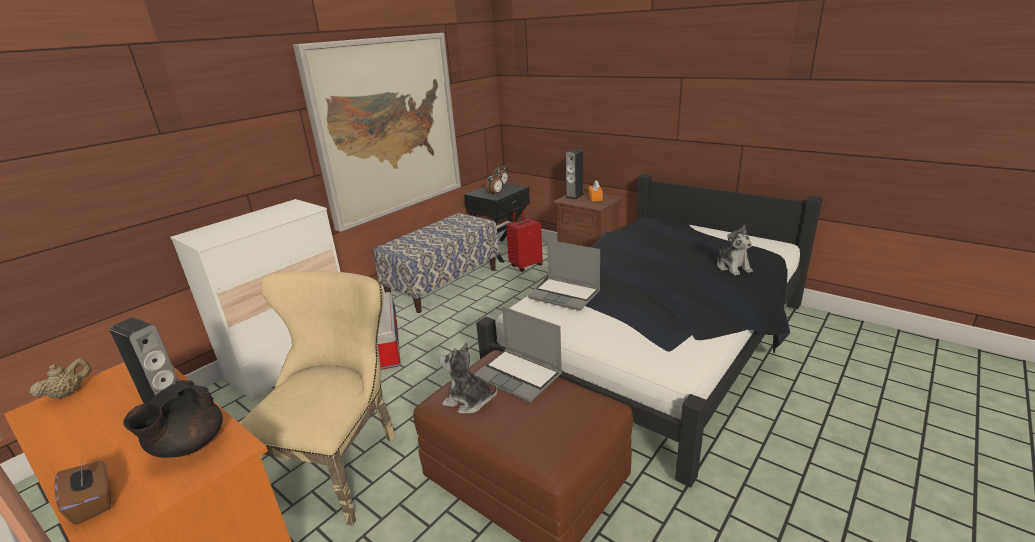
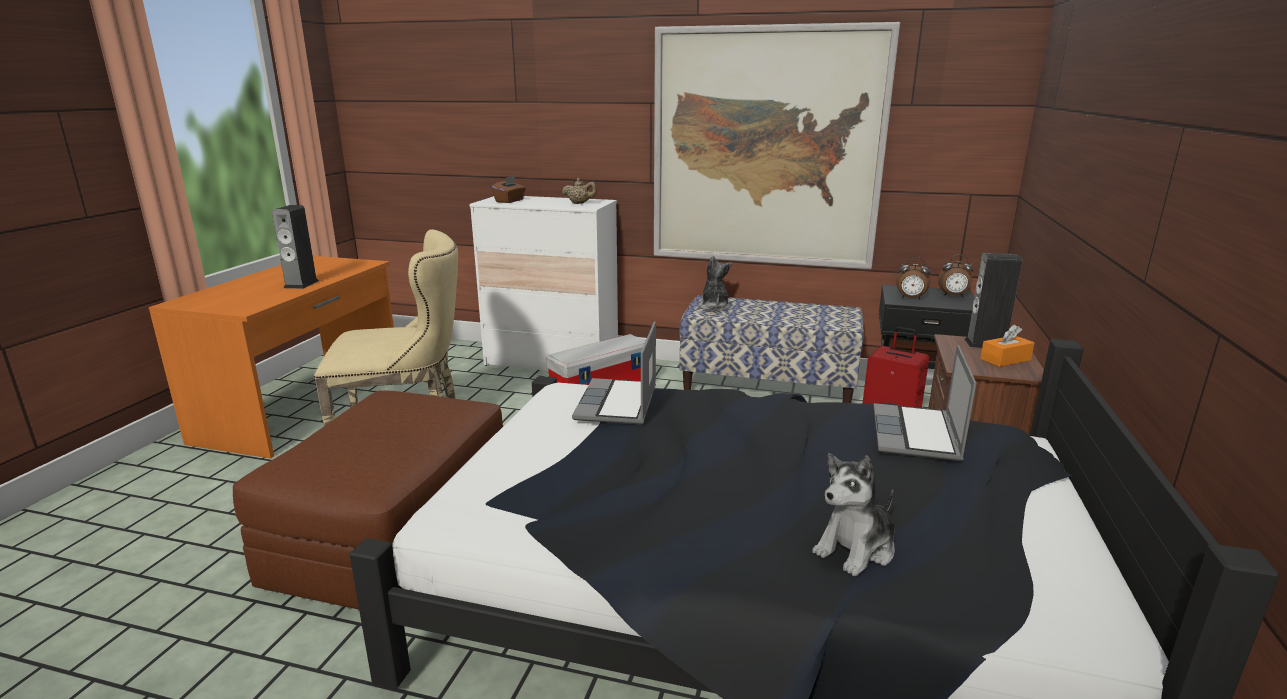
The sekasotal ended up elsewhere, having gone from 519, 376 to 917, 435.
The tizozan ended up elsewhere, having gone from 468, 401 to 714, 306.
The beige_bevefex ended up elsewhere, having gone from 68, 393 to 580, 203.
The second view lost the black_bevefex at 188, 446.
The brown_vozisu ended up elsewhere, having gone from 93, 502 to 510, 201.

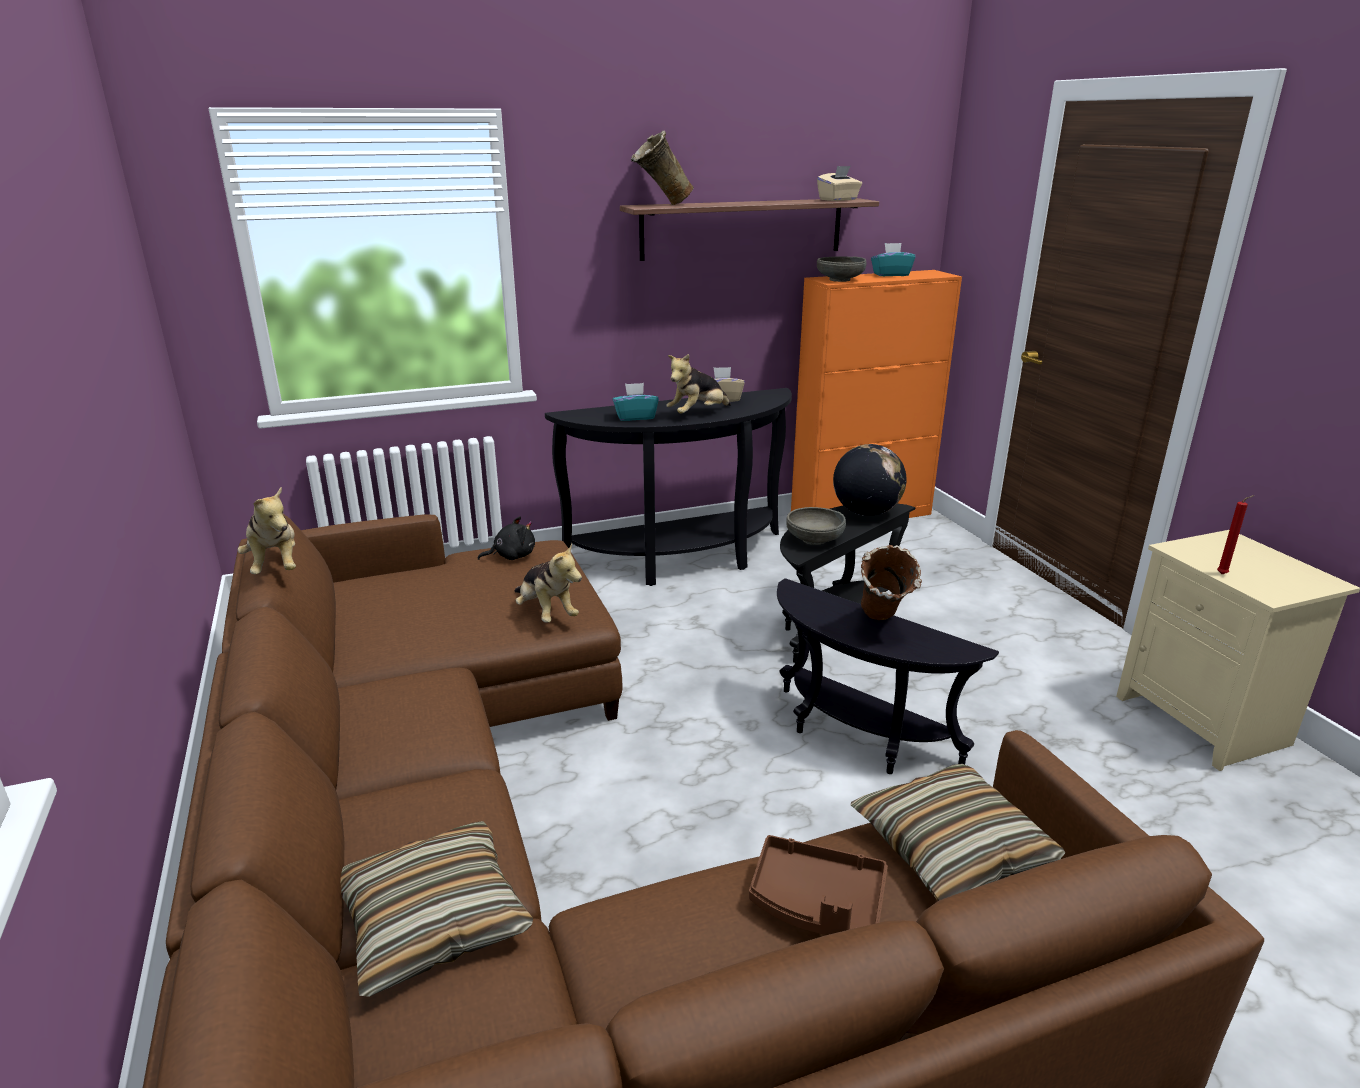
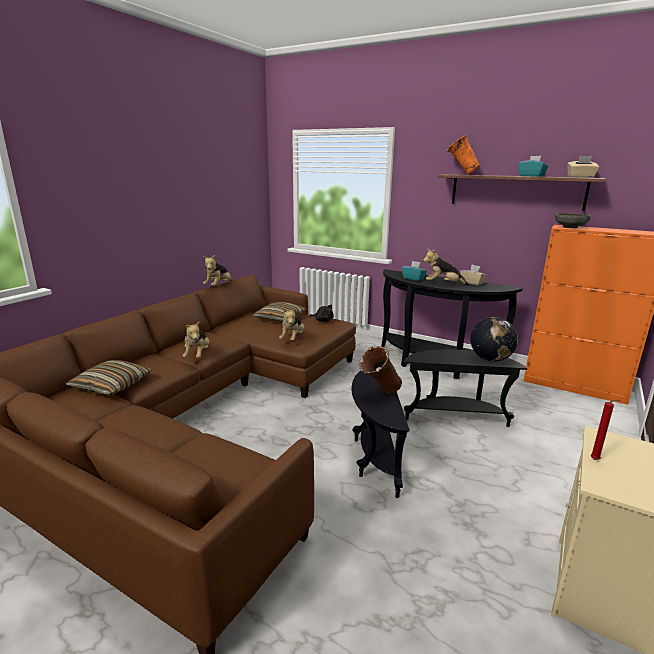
What was the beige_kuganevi at 661, 205 turned into the orange_kuganevi at 460, 174.
The turquoise_vozisu ended up elsewhere, having gone from 891, 274 to 531, 176.
The second view lost the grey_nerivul at 814, 540.
The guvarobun ended up elsewhere, having gone from 951, 848 to 280, 318.
The second view lost the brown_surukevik at 817, 903.
The second view gained the tizozan at 198, 355.

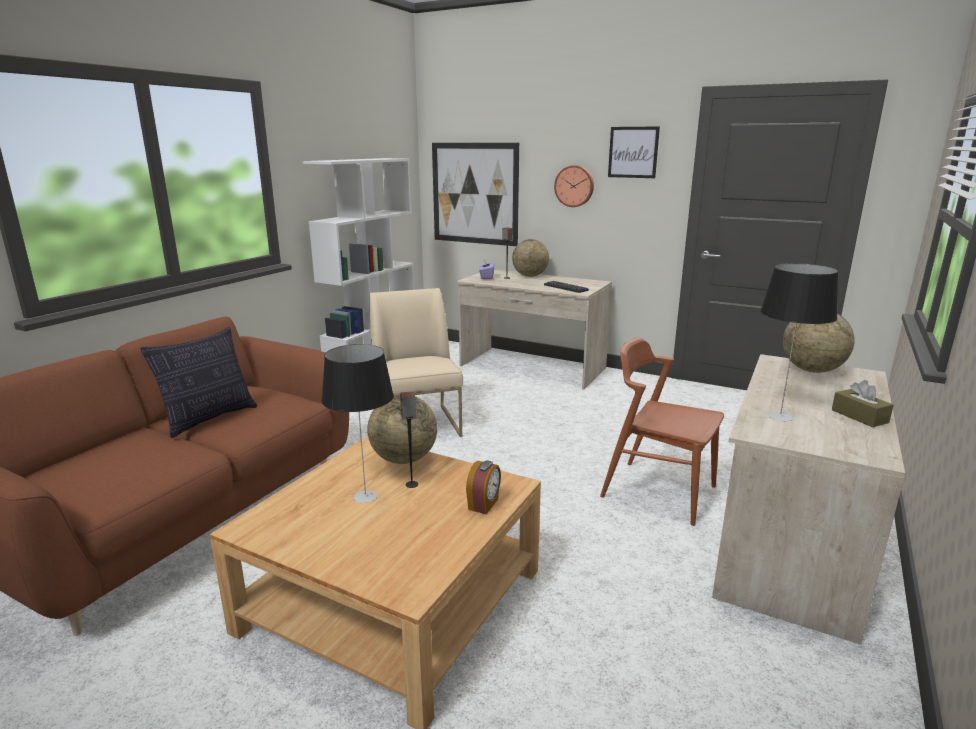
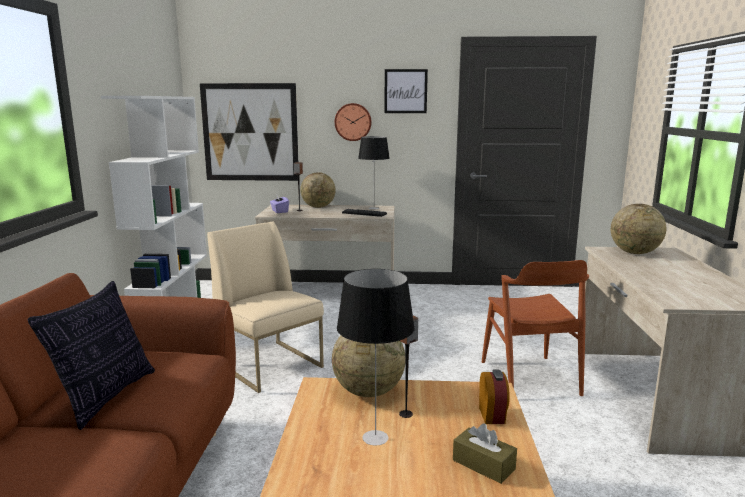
The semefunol ended up elsewhere, having gone from 779, 416 to 373, 208.
The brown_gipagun at 658, 491 ended up facing another way, 105 degrees counterclockwise from before.
The brown_vozisu ended up elsewhere, having gone from 859, 416 to 483, 465.

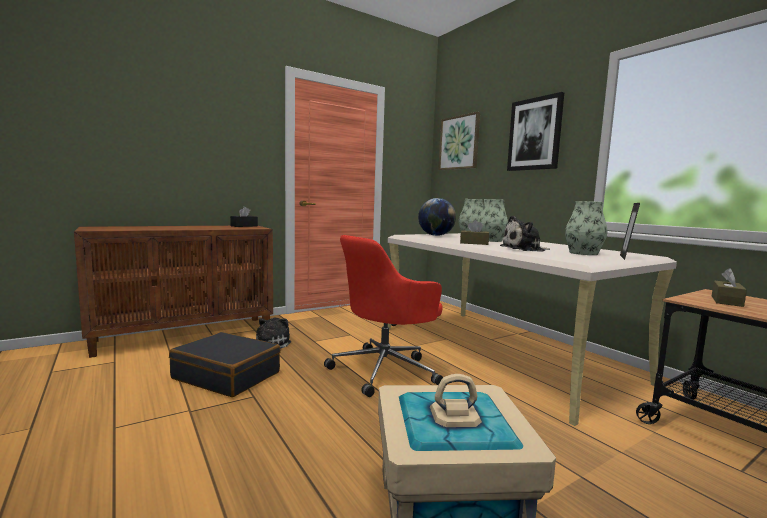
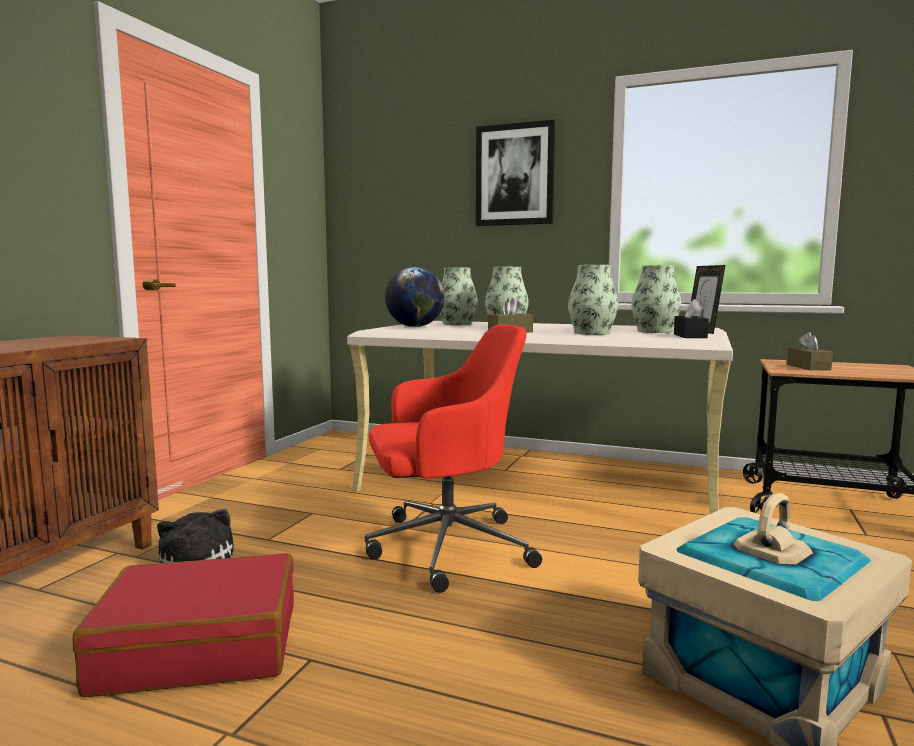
The second view lost the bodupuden at 459, 143.
The black_vozisu ended up elsewhere, having gone from 244, 226 to 690, 336.
Where the tizozan stood at 524, 249, the kuganevi came to stand at 592, 333.
The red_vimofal at 385, 370 ended up facing another way, 120 degrees counterclockwise from before.
What was the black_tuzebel at 227, 375 turned into the red_tuzebel at 200, 646.

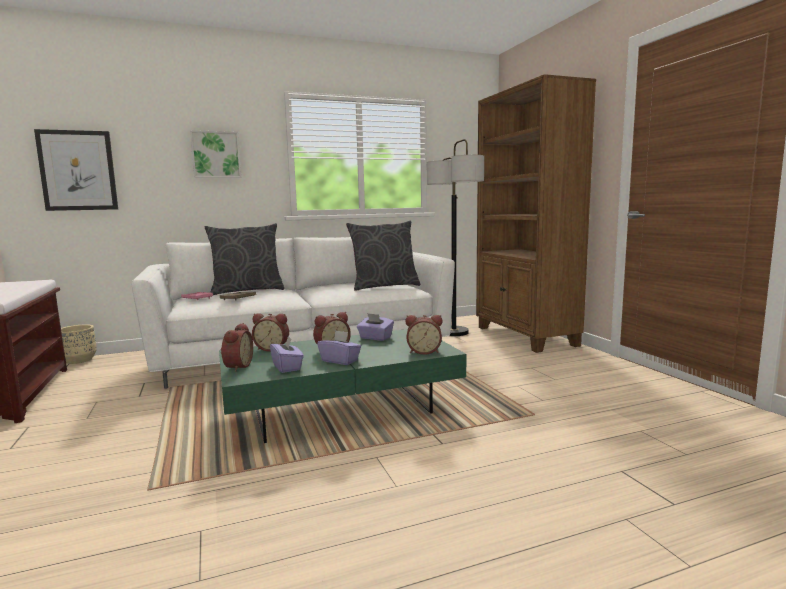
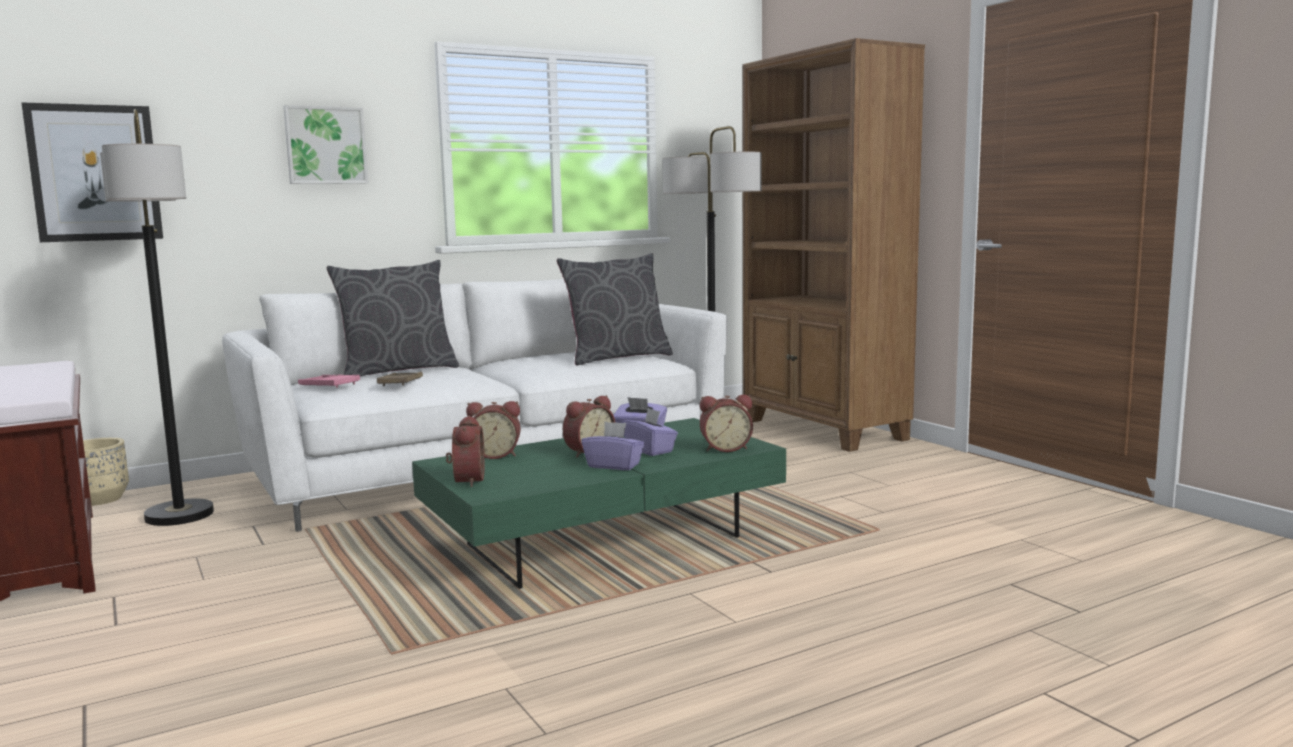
The purple_vozisu ended up elsewhere, having gone from 287, 367 to 650, 450.
The second view gained the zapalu at 180, 515.

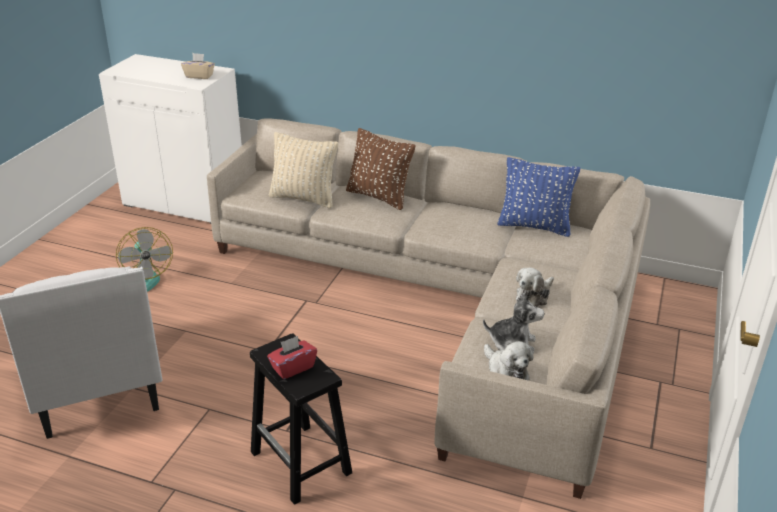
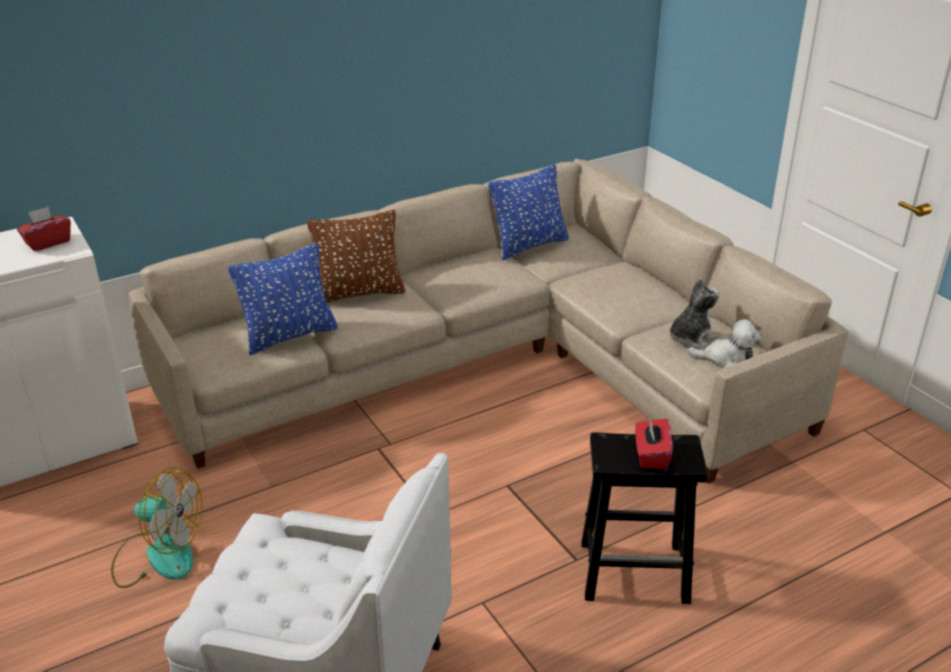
What was the beige_vozisu at 199, 76 turned into the red_vozisu at 48, 243.
What was the beige_guvarobun at 303, 198 turned into the blue_guvarobun at 289, 336.
The second view lost the tizozan at 533, 296.

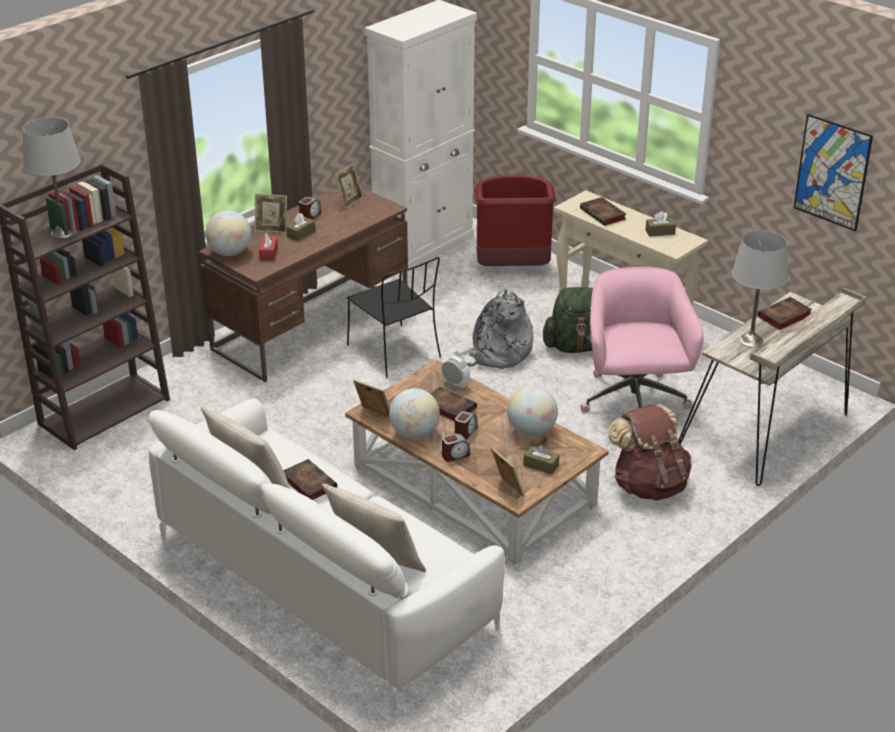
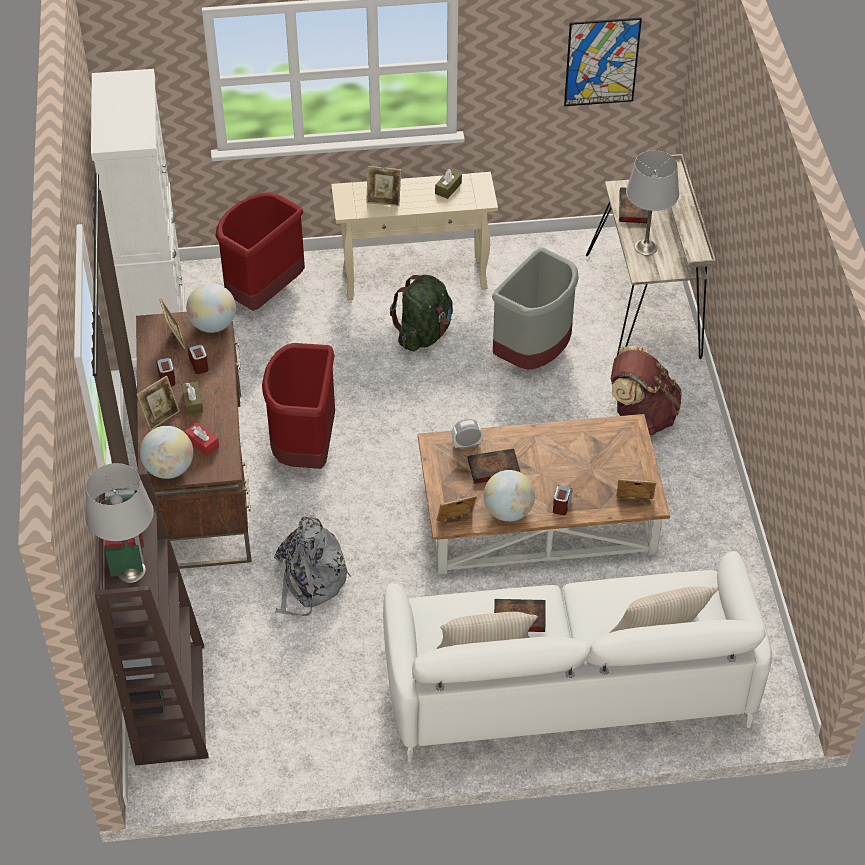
Where the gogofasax stood at 604, 214, the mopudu came to stand at 384, 200.
Where the black_gipagun stood at 395, 352, the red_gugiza came to stand at 304, 448.
Where the pink_vimofal stood at 634, 403, the grey_gugiza came to stand at 534, 353.
The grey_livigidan ended up elsewhere, having gone from 497, 354 to 309, 582.
The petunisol ended up elsewhere, having gone from 531, 431 to 213, 325.
The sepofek ended up elsewhere, having gone from 465, 432 to 199, 364.
The second view lost the brown_vozisu at 541, 465.

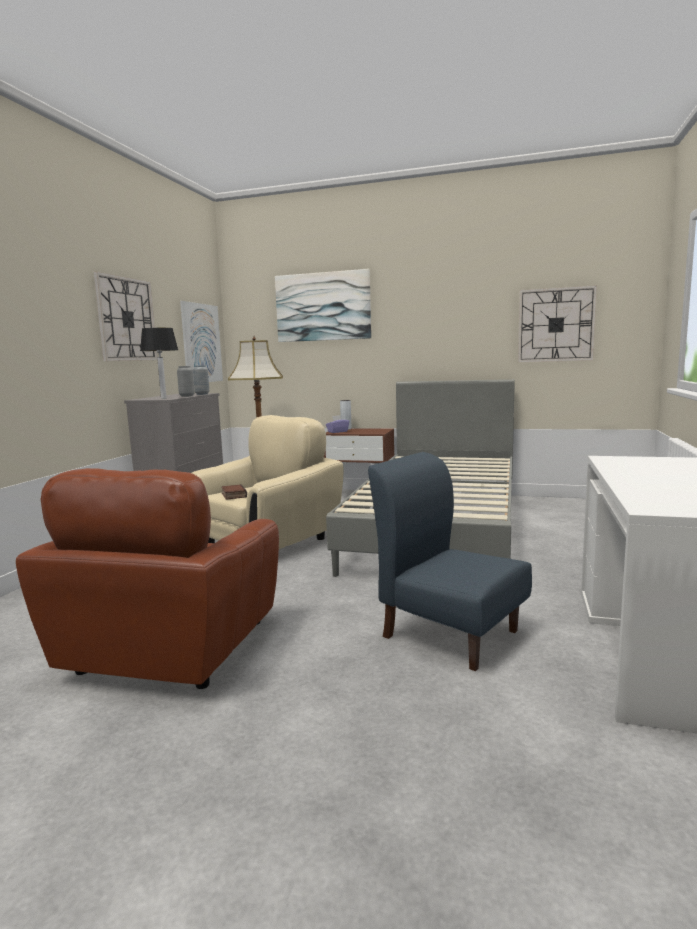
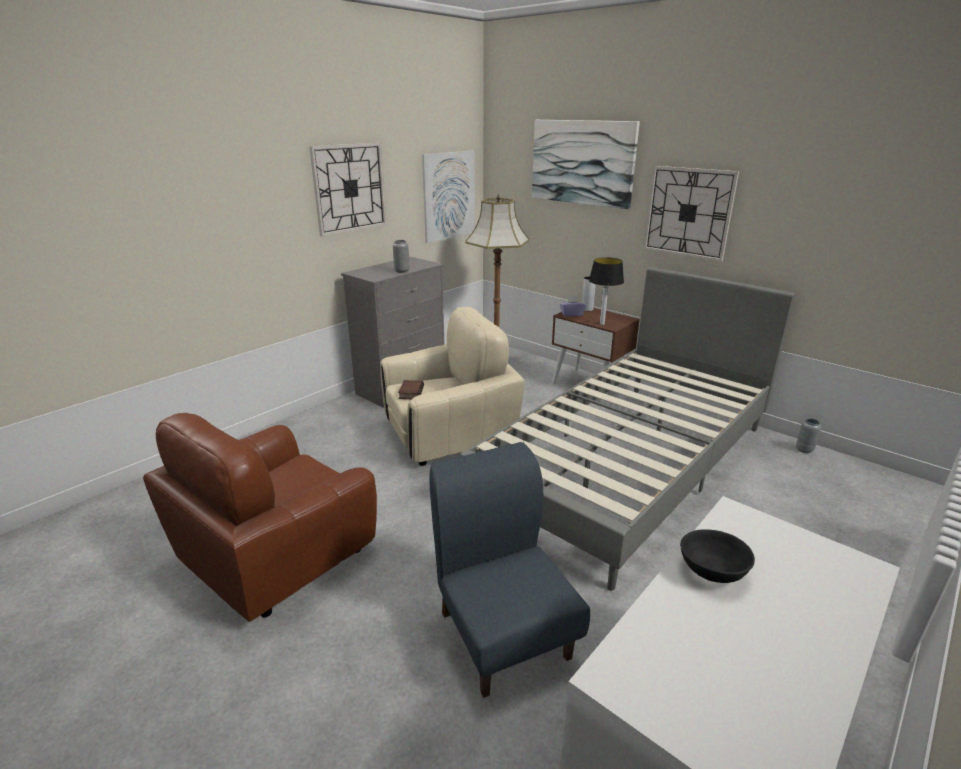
The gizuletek ended up elsewhere, having gone from 556, 325 to 688, 212.
The semefunol ended up elsewhere, having gone from 163, 398 to 602, 324.
The grey_kuganevi ended up elsewhere, having gone from 202, 394 to 804, 449.
The second view gained the black_nerivul at 713, 572.

